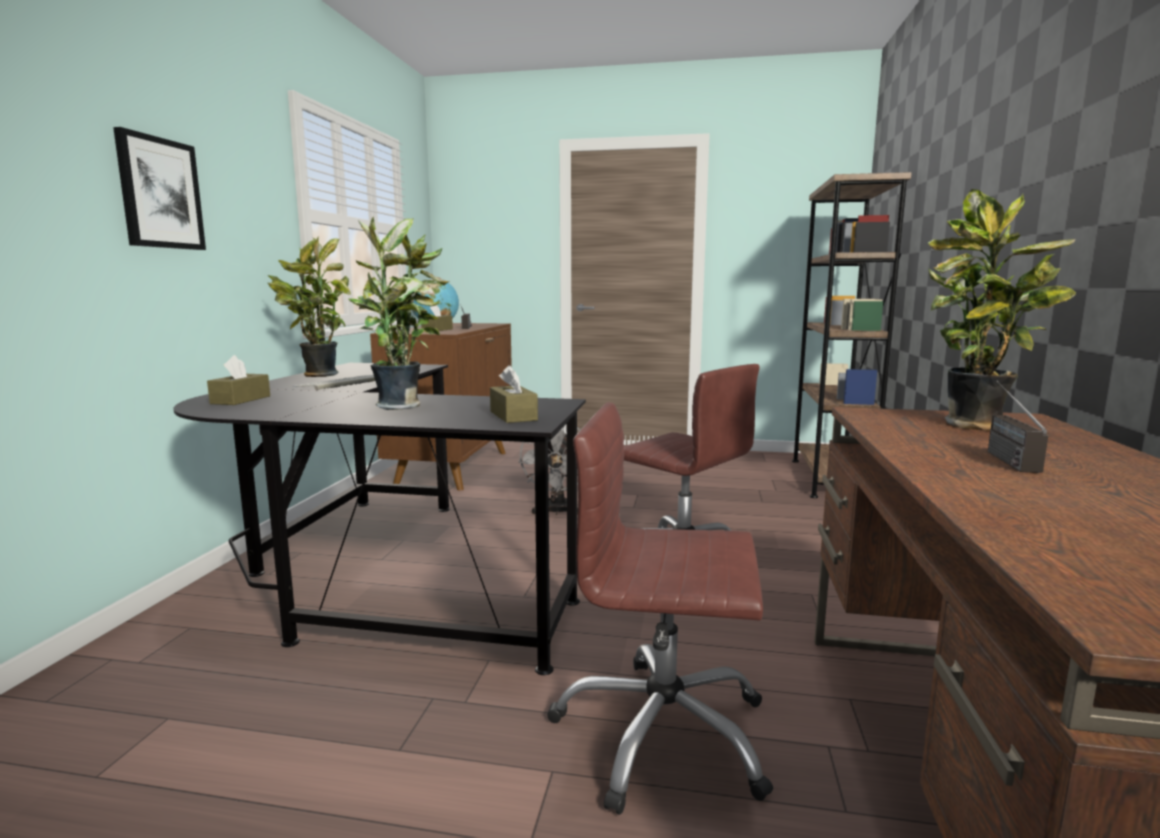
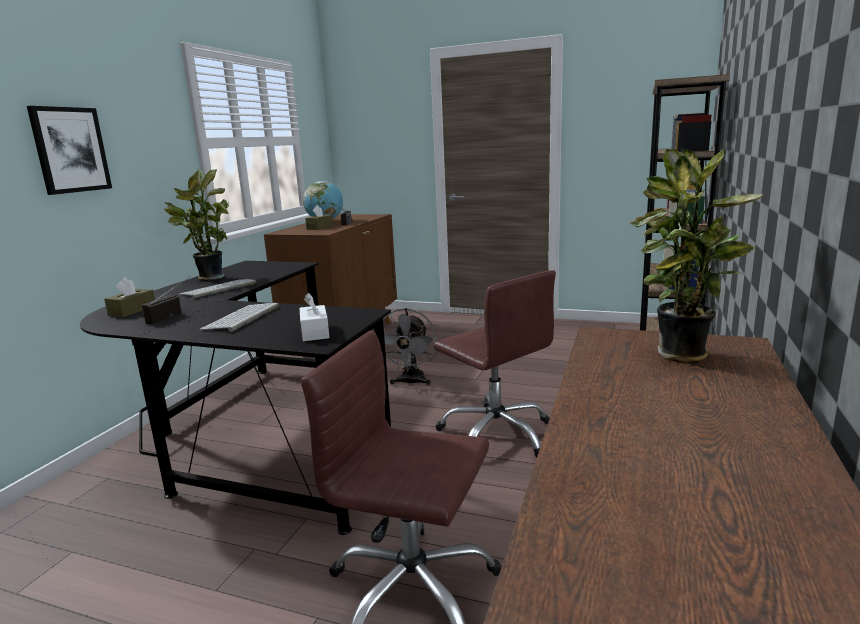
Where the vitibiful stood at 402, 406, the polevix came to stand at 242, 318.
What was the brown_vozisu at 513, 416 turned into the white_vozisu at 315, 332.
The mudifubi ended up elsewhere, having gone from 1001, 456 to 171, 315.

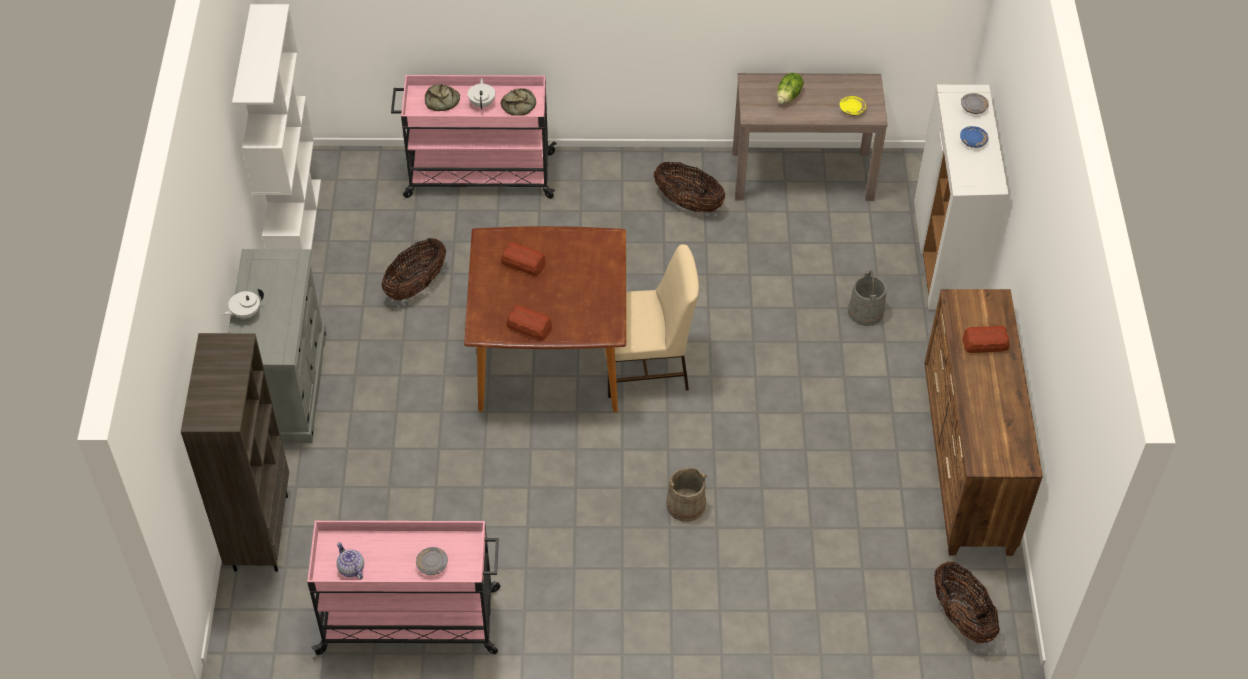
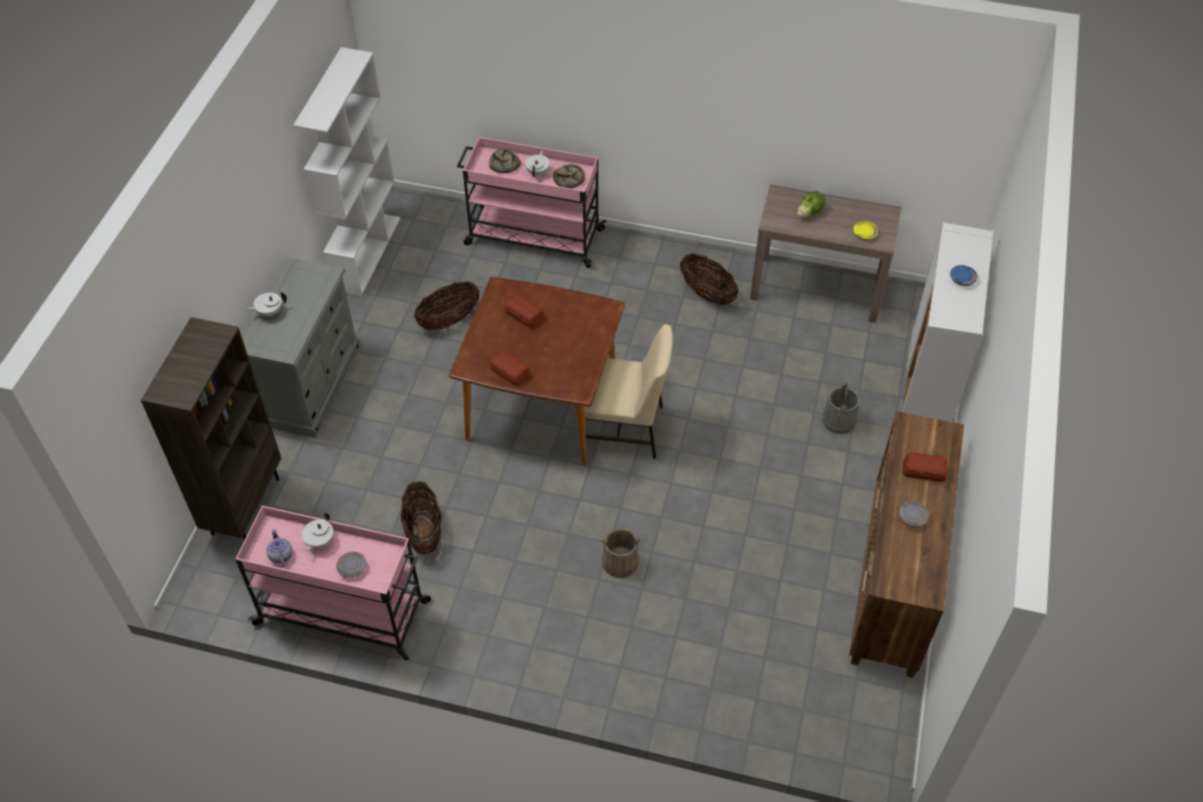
The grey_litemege ended up elsewhere, having gone from 973, 107 to 912, 517.
The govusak ended up elsewhere, having gone from 961, 617 to 424, 531.
The second view gained the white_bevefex at 319, 541.

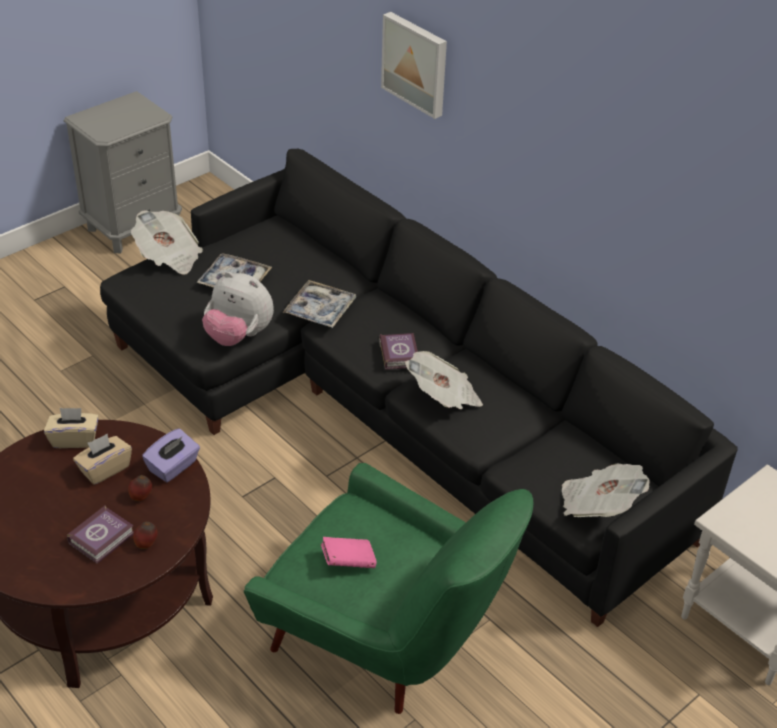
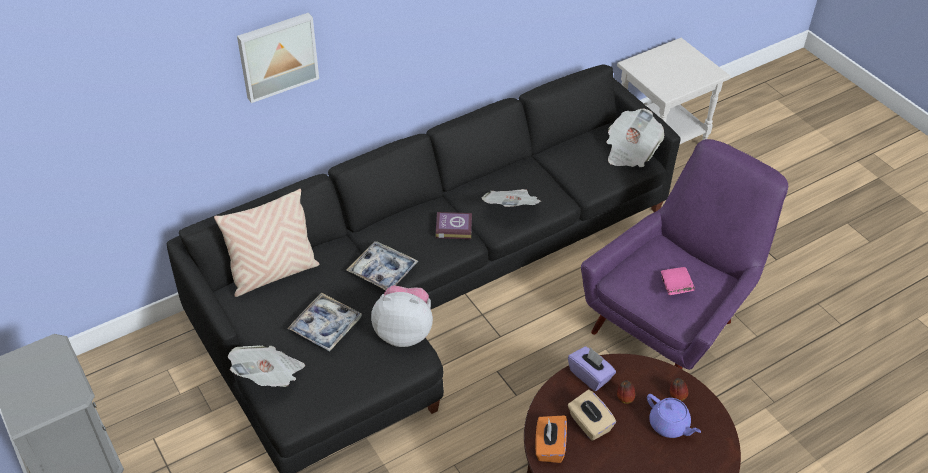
The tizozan at 239, 336 ended up facing another way, 120 degrees counterclockwise from before.
What was the beige_vozisu at 74, 439 turned into the orange_vozisu at 549, 447.
What was the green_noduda at 387, 644 turned into the purple_noduda at 672, 320.
Where the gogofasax stood at 103, 538, the purple_bevefex came to stand at 669, 425.
The second view gained the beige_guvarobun at 273, 273.

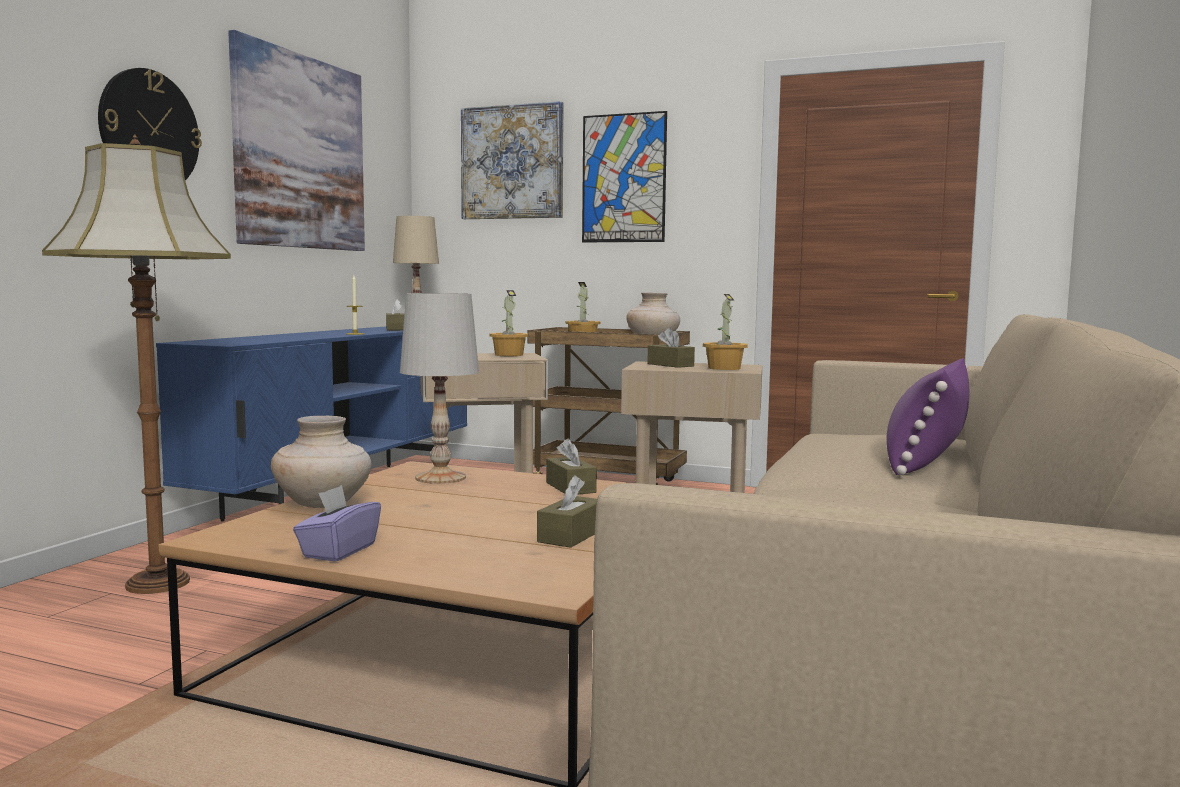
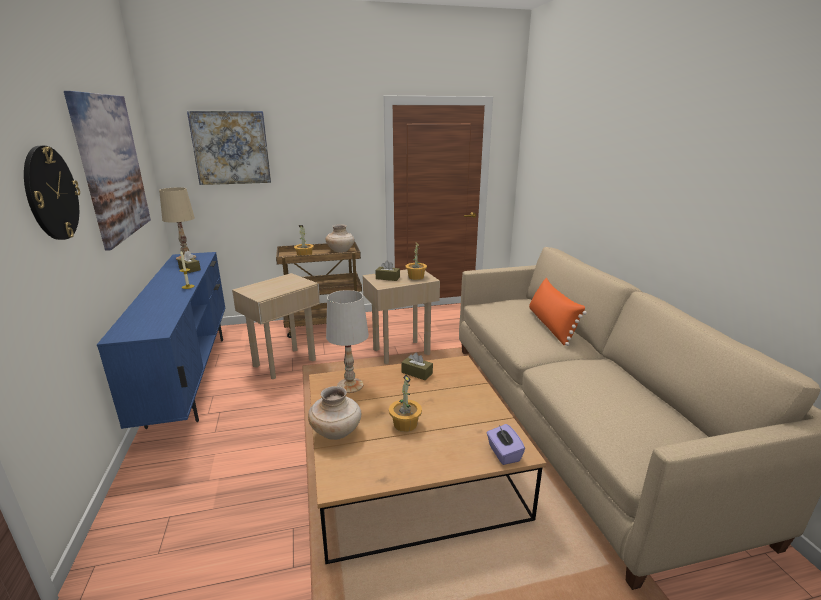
The second view lost the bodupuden at 623, 178.
The second view lost the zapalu at 155, 583.
The vitibiful ended up elsewhere, having gone from 508, 355 to 405, 424.
What was the purple_guvarobun at 926, 457 turned into the orange_guvarobun at 551, 326.
The second view lost the brown_vozisu at 571, 535.
The purple_vozisu ended up elsewhere, having gone from 338, 551 to 503, 453.

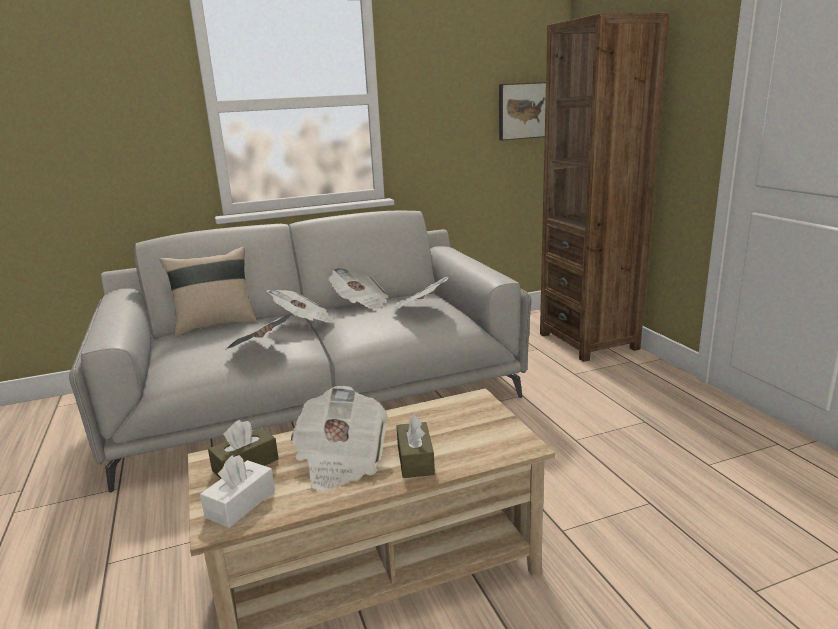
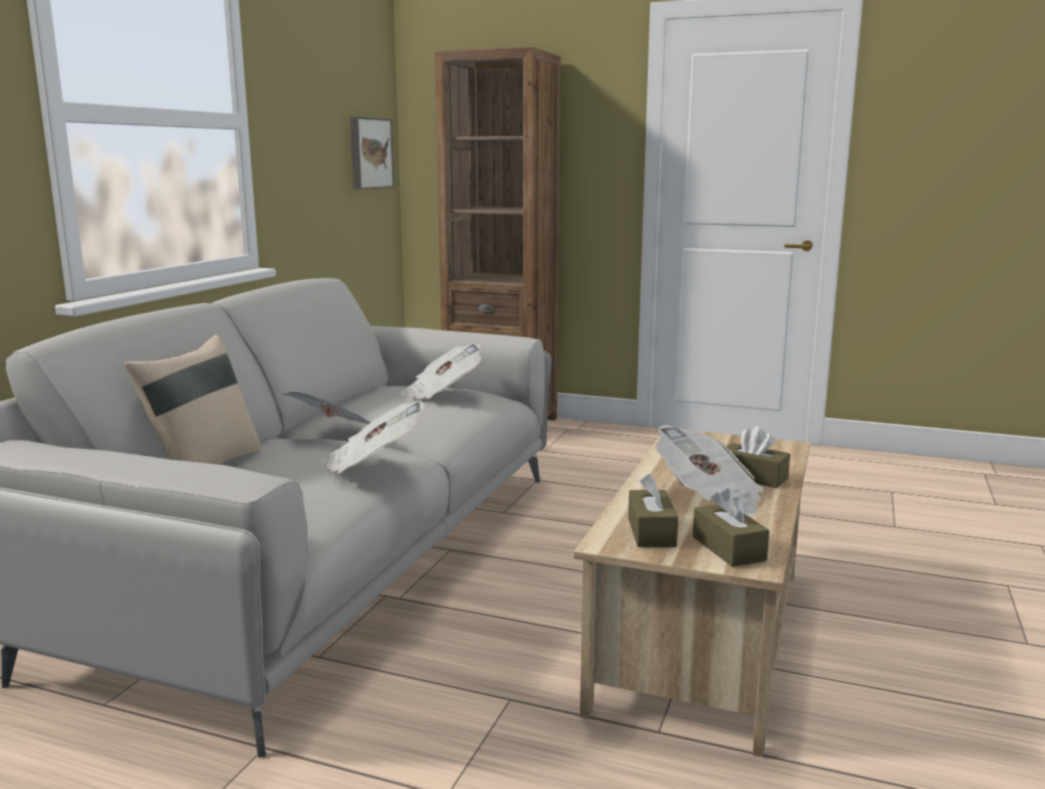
The second view lost the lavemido at 360, 303.
What was the white_vozisu at 240, 504 turned into the brown_vozisu at 728, 548.

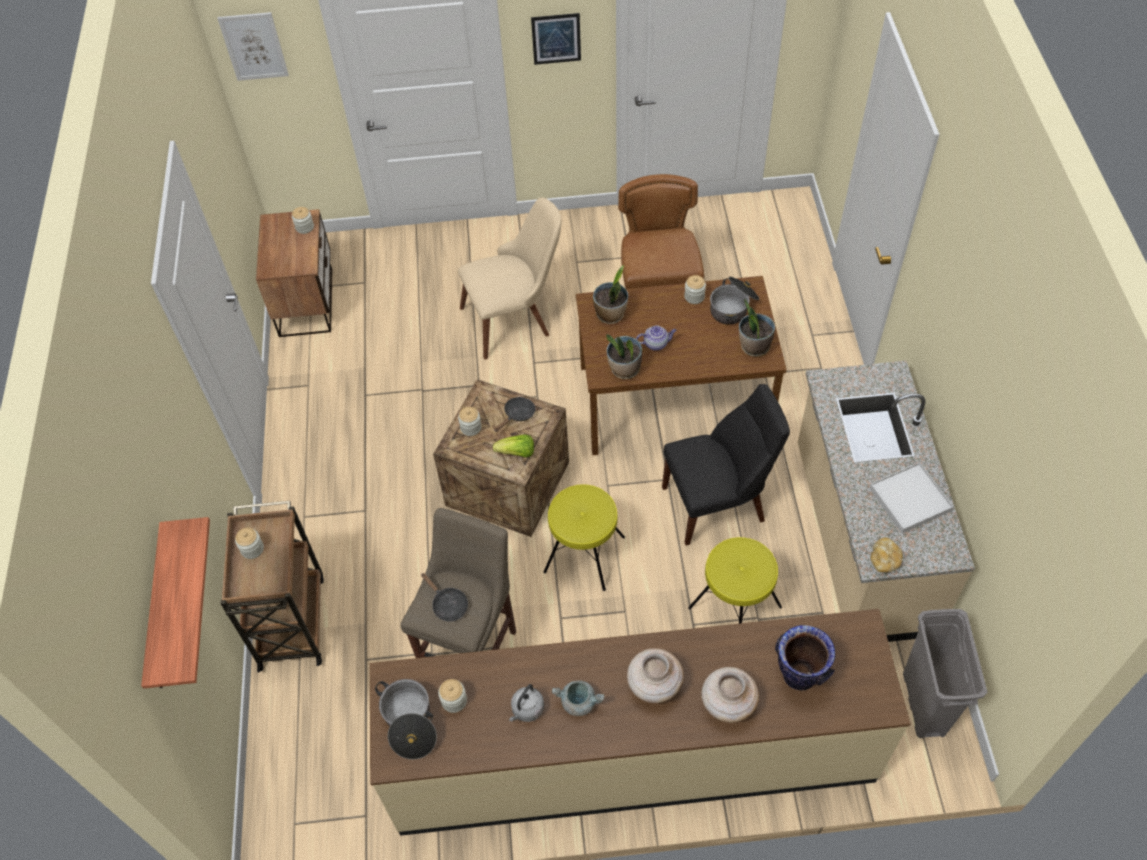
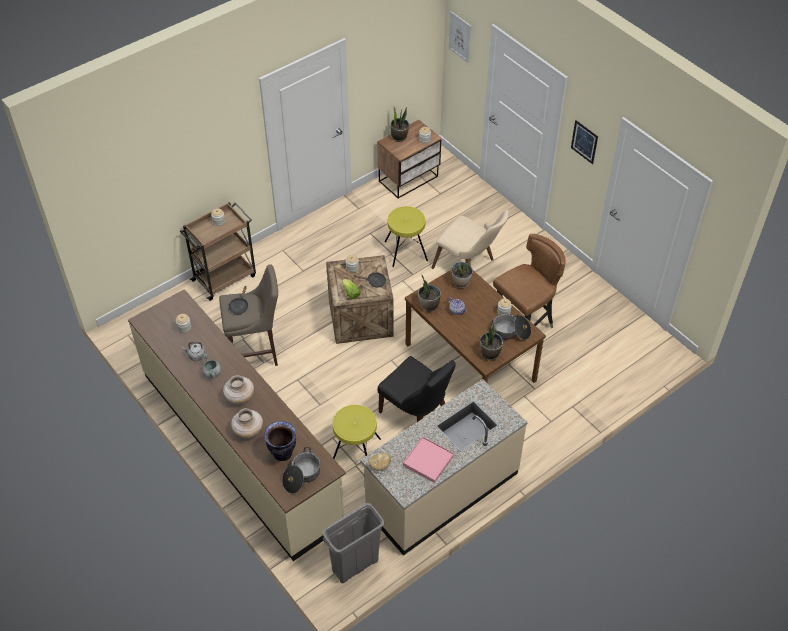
What was the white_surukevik at 909, 499 turned into the pink_surukevik at 428, 460.
The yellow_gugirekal ended up elsewhere, having gone from 584, 555 to 405, 251.
The second view lost the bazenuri at 158, 612.
The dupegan ended up elsewhere, having gone from 410, 723 to 301, 476.
The second view gained the vitibiful at 399, 137.

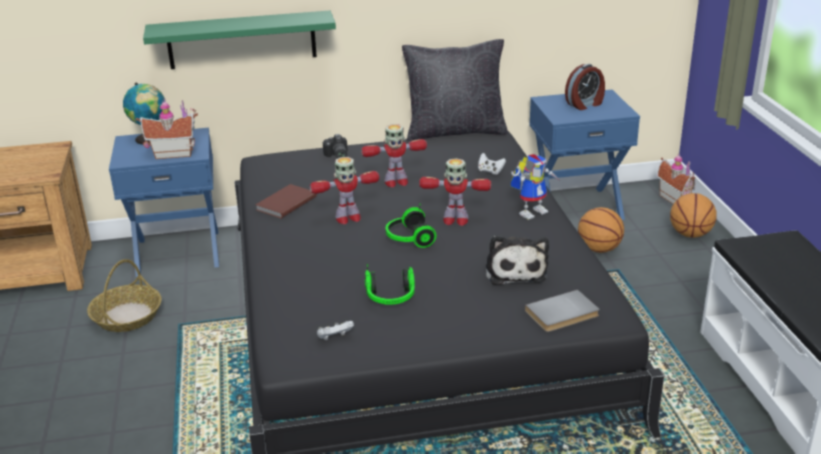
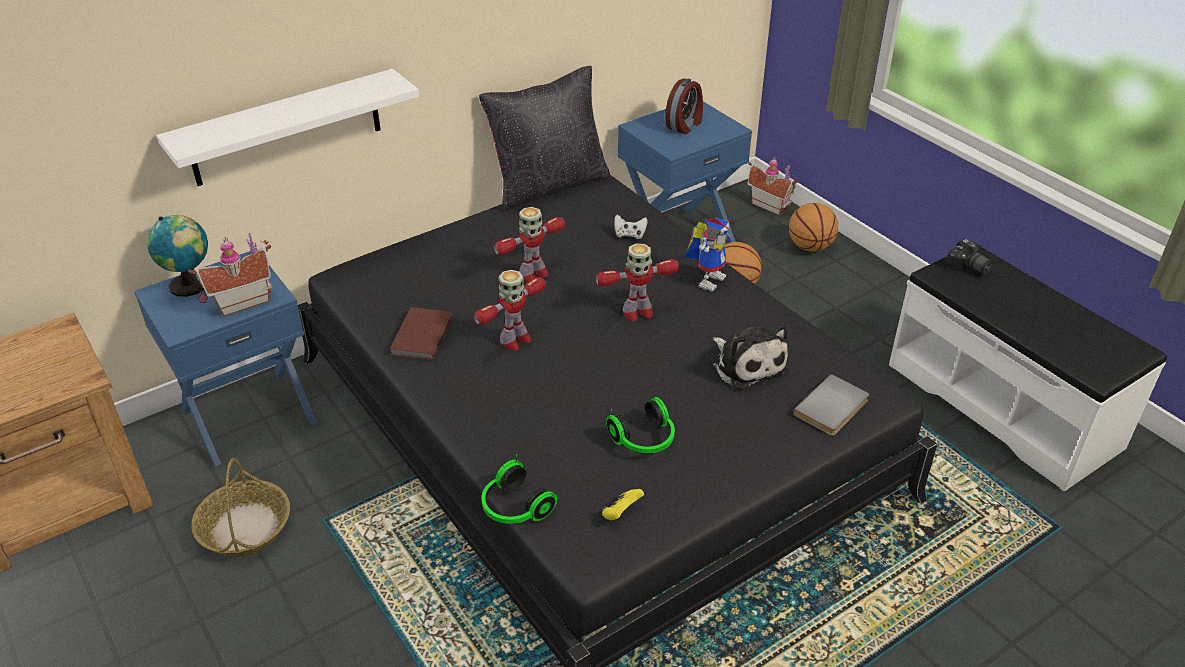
What was the green_bazenuri at 242, 40 turned into the white_bazenuri at 286, 128.
The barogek ended up elsewhere, having gone from 336, 156 to 967, 268.
The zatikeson ended up elsewhere, having gone from 408, 239 to 514, 508.
What was the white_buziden at 334, 338 turned into the yellow_buziden at 621, 513.

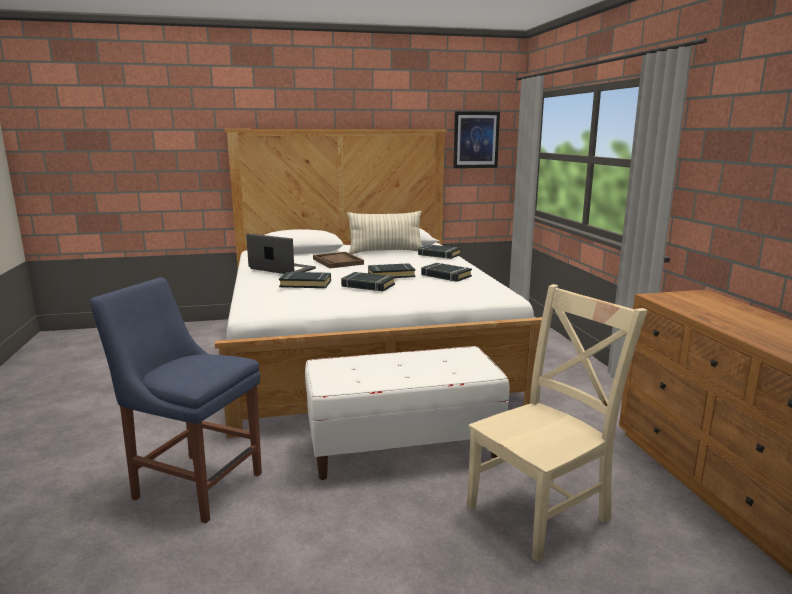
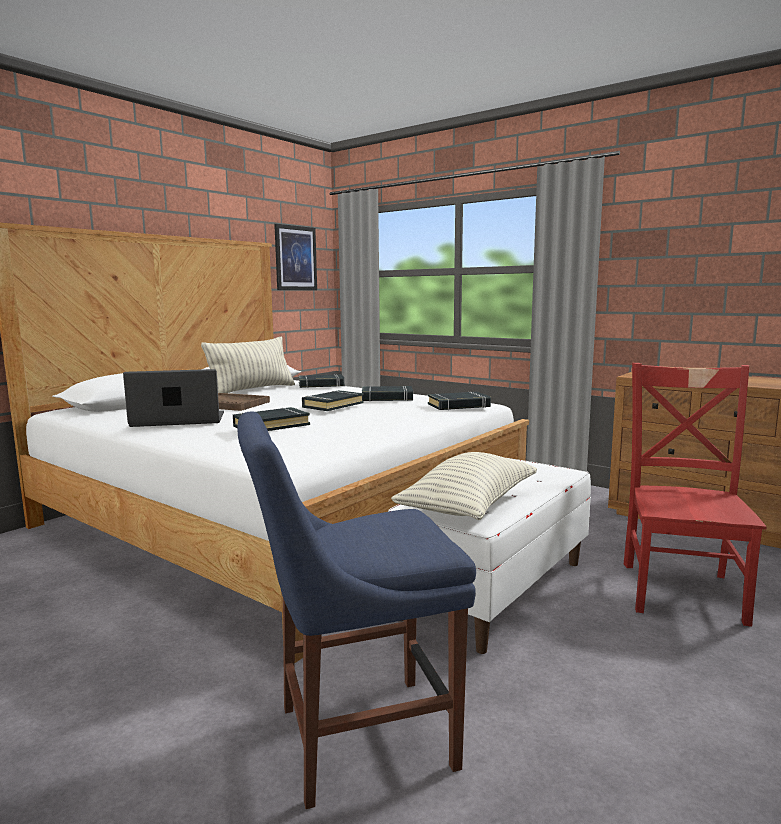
The black_gogofasax ended up elsewhere, having gone from 368, 286 to 459, 406.
What was the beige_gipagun at 542, 511 turned into the red_gipagun at 681, 589.
The second view gained the guvarobun at 469, 506.

